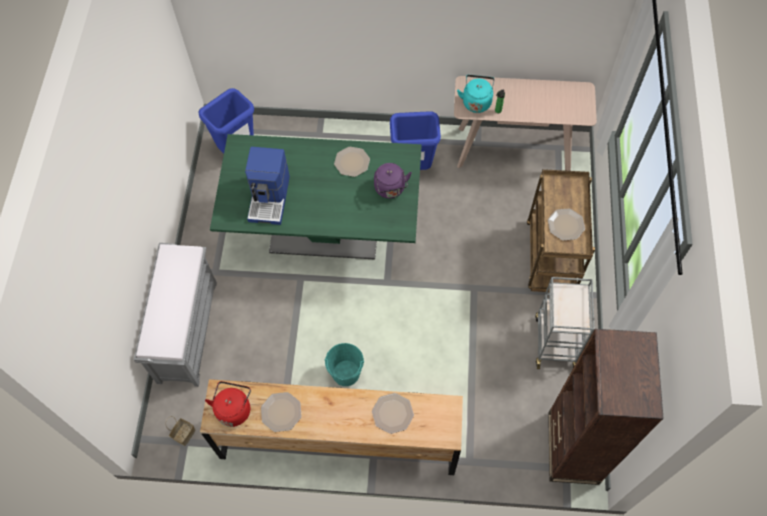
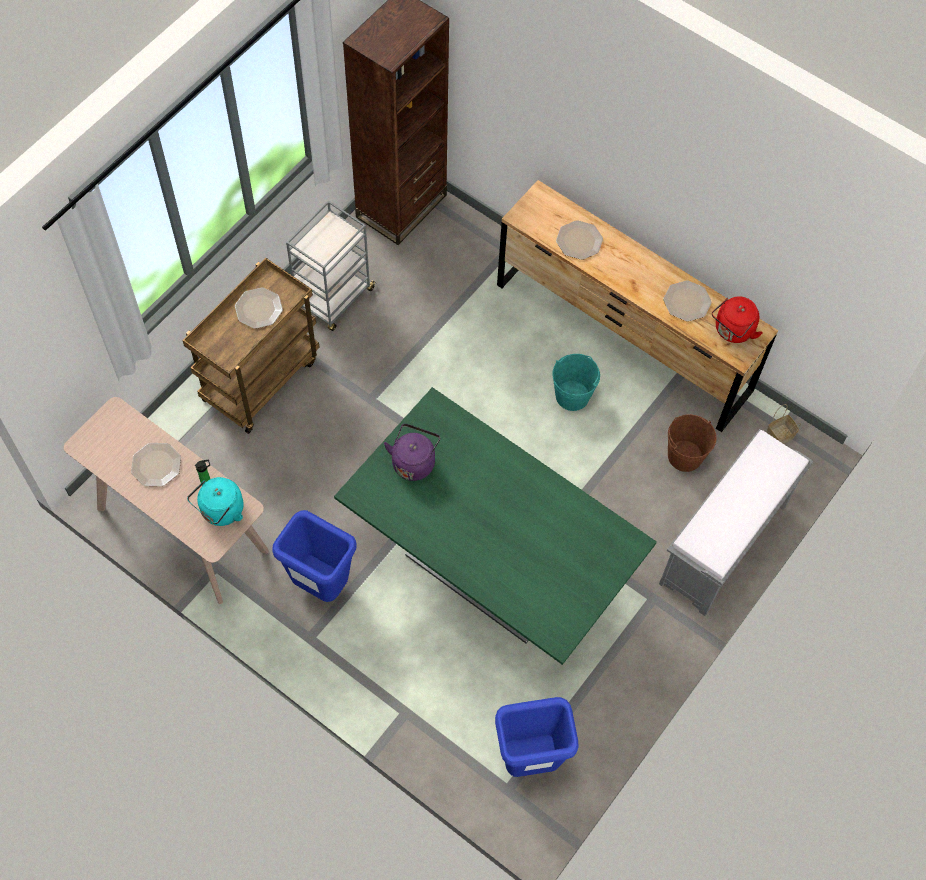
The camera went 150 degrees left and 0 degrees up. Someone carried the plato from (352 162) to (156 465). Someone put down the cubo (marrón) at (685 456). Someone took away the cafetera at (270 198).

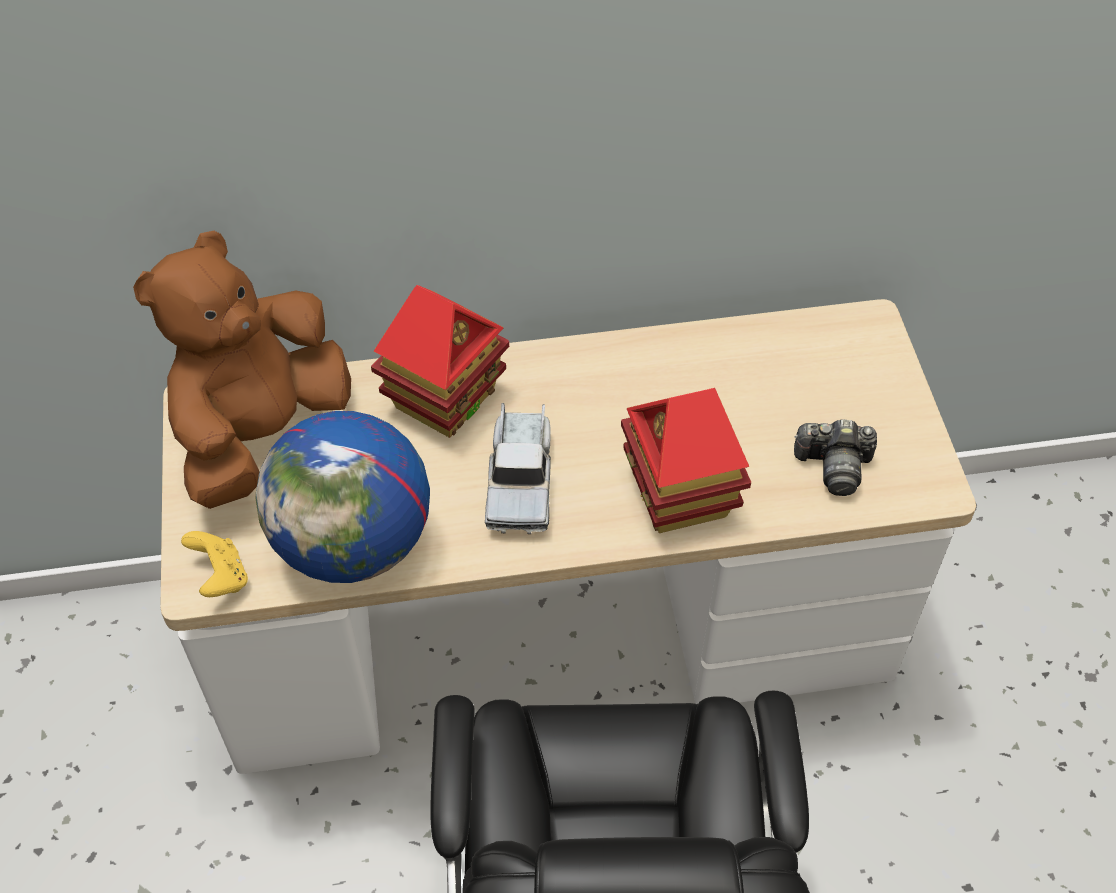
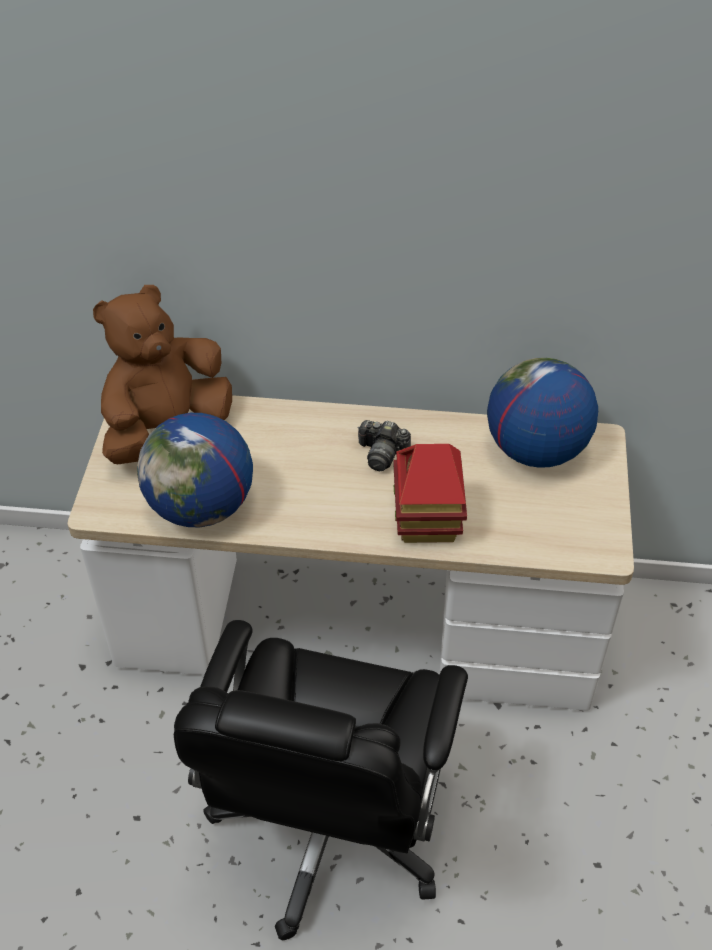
The camera went 15 degrees right and 5 degrees down. Someone carried the cámara from (833 467) to (382 454). Someone put down the globo terráqueo at (535 450). Someone took away the mando de consola (amarillo) at (221 577). Someone took away the casita at (445 398). Someone took away the camión de juguete at (520 480).

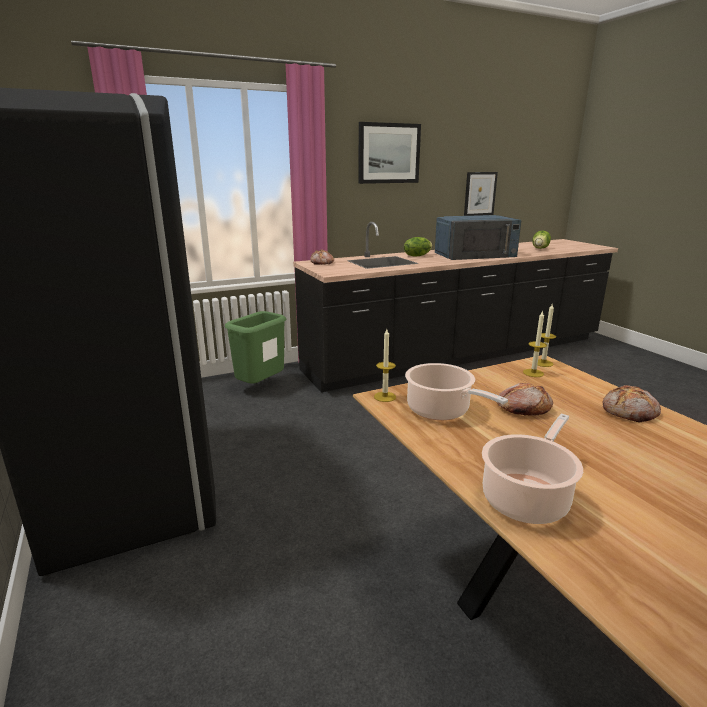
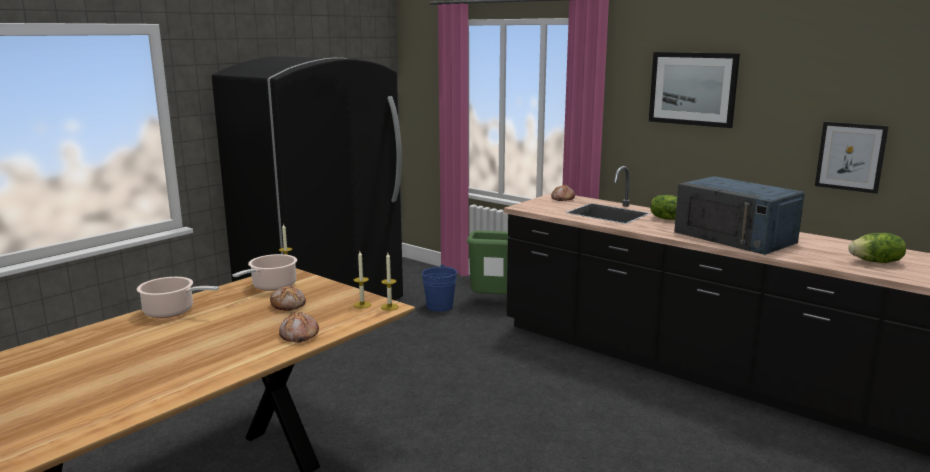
The camera went 65 degrees right and 5 degrees down. Someone put down the cubo (azul) at (439 306).

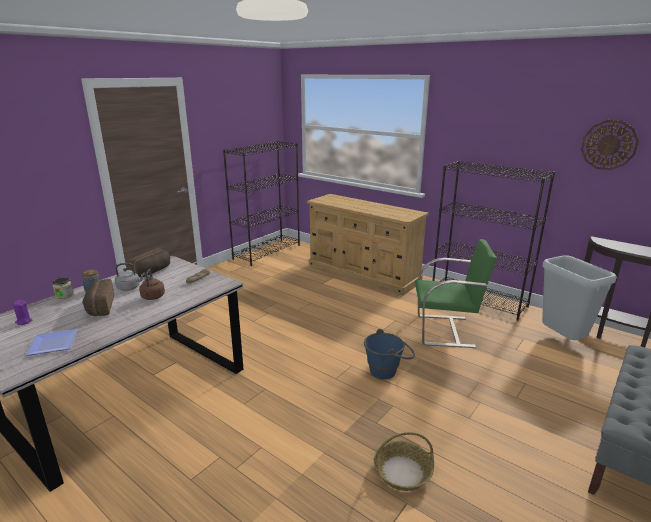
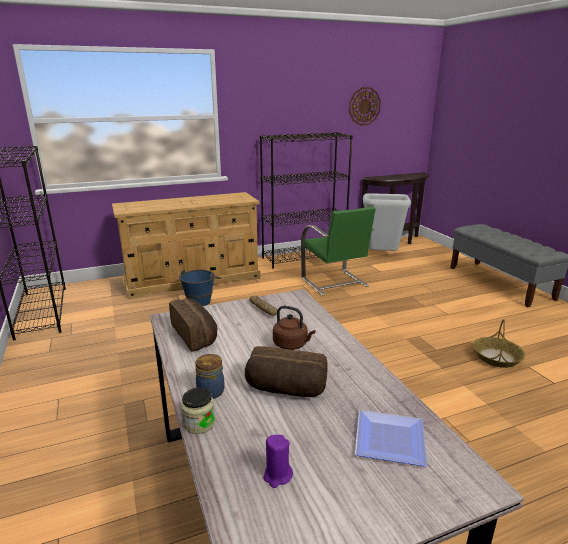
The camera went 60 degrees left and 0 degrees up. Someone carried the cubo (azul) from (388 370) to (201 299). Someone rotated the silla (verde) at (446 331) by 120 degrees clockwise. Someone took away the hervidor (gris) at (130 287).

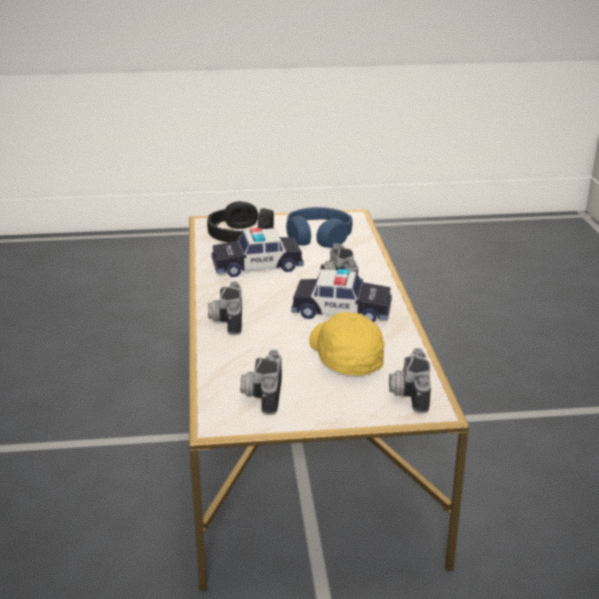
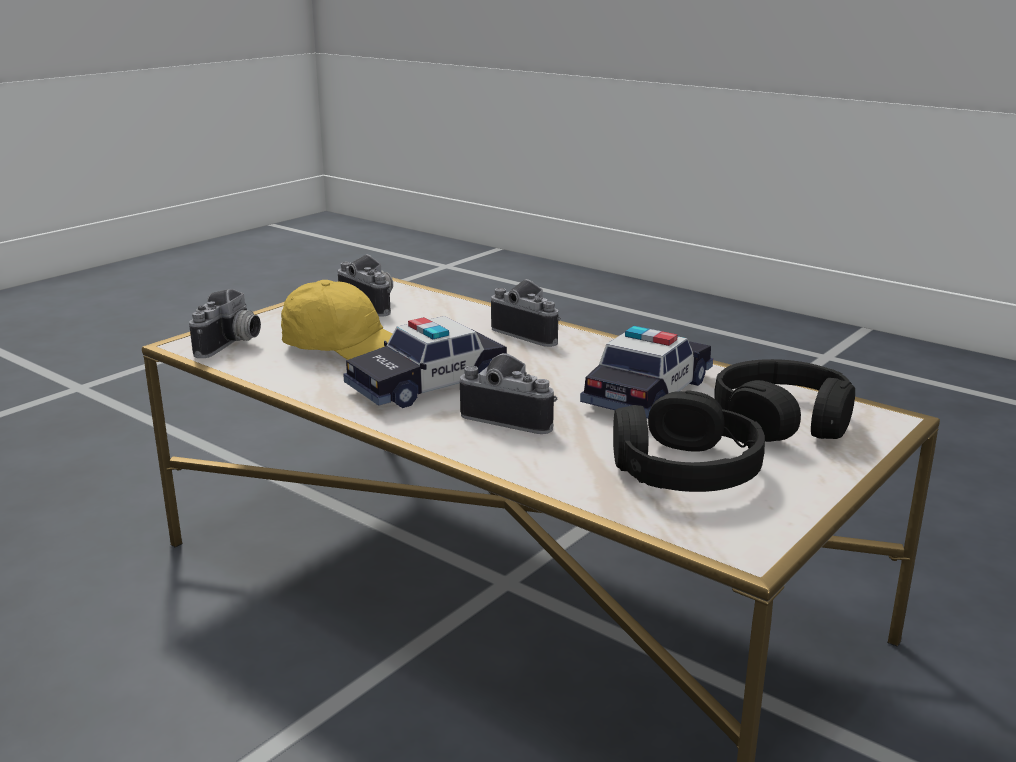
The camera went 135 degrees right and 5 degrees down. Someone rotated the cámara at (407 393) by 60 degrees clockwise. Someone repainted the auriculares (azul) at (318 237), which became the auriculares (negro) at (684 469).

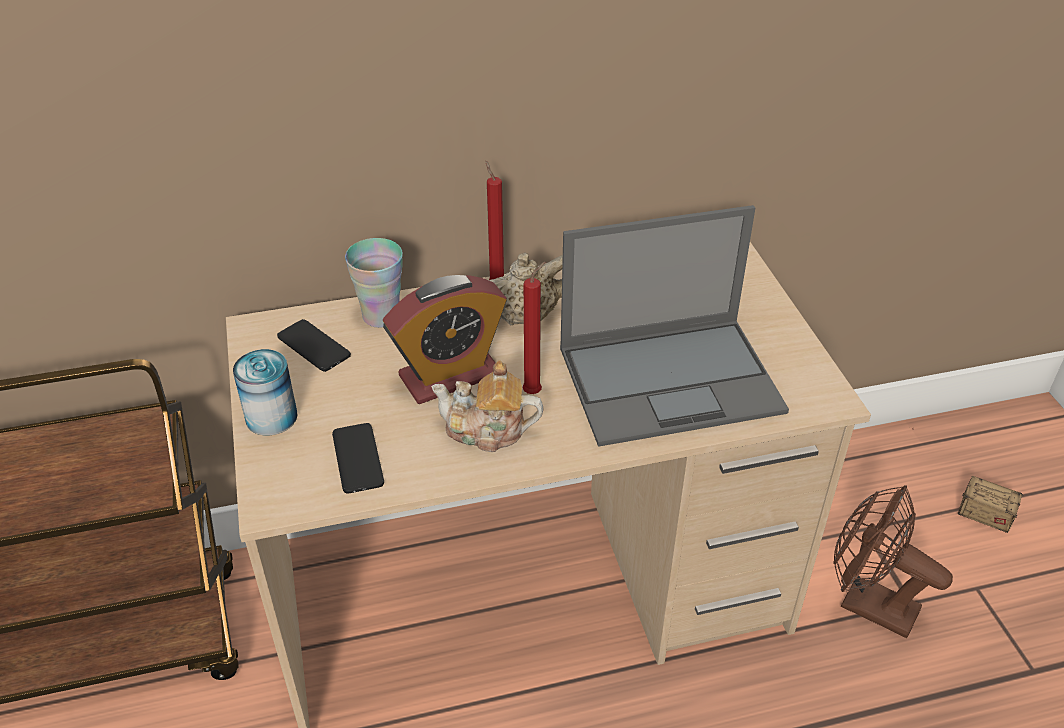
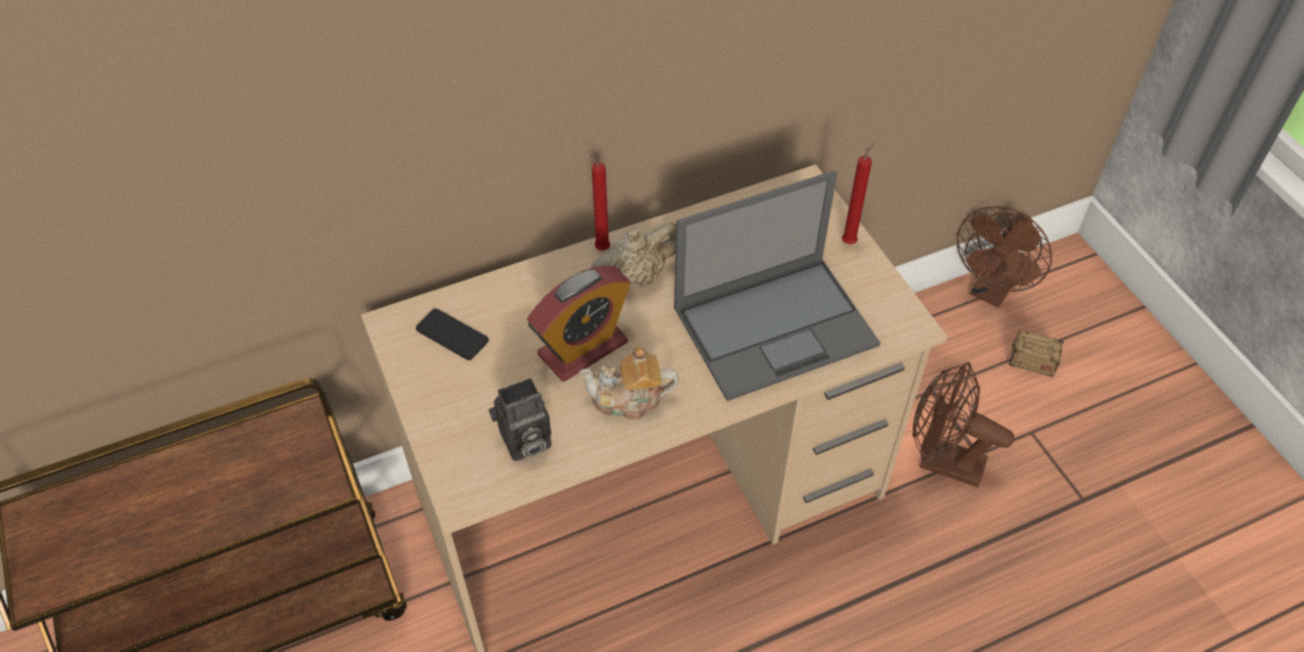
The camera went 10 degrees left and 10 degrees up. Someone swapped the móvil at (357 458) for the cámara at (524 443). Someone carried the vela (rojo) from (534 392) to (850 241). Someone put down the ventilador (marrón) at (991 291). Someone took away the lata at (271 417). Someone took away the taza at (381 316).

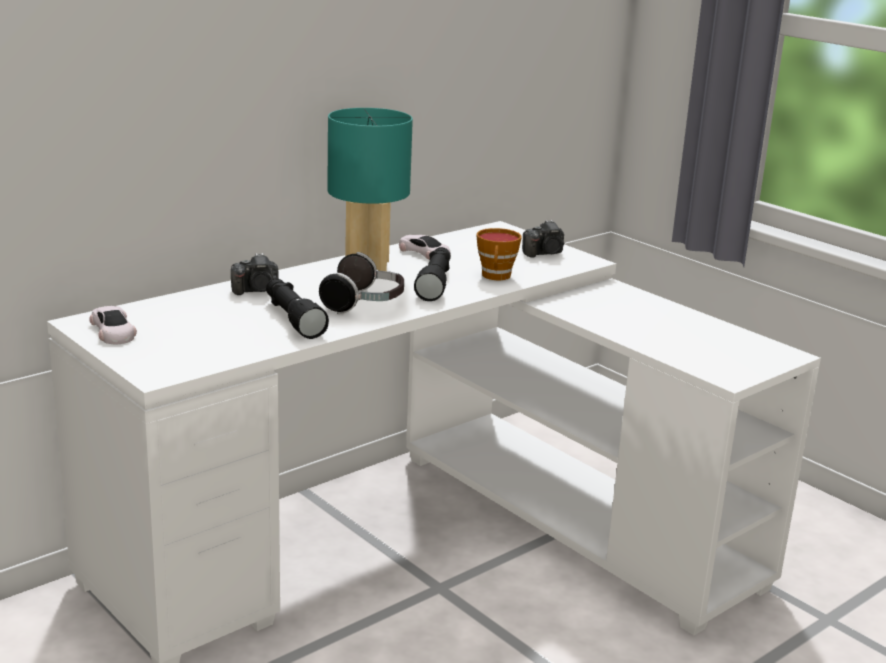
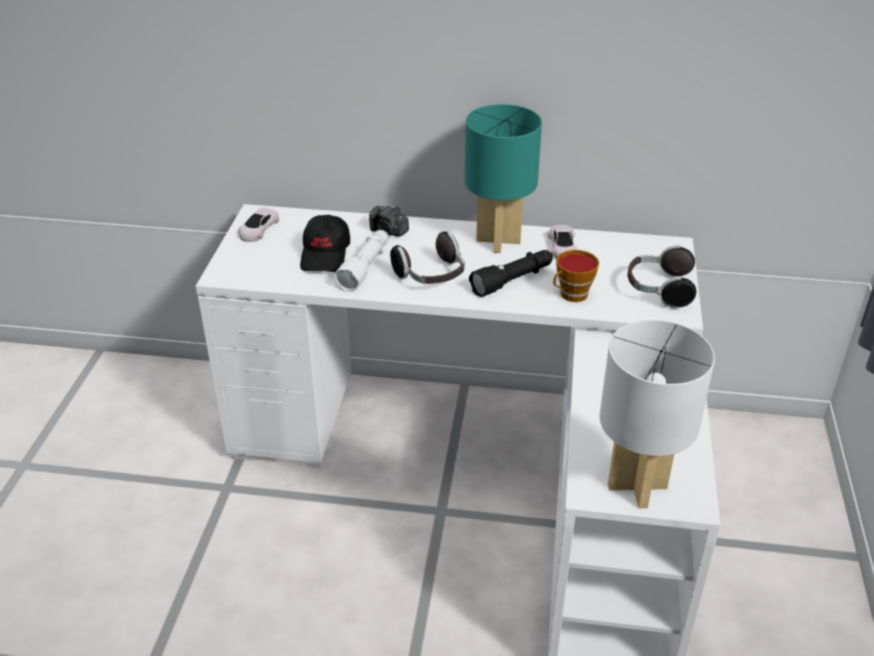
The camera went 50 degrees right and 15 degrees up. Someone put down the gorra (negro) at (326 255). Someone repainted the linterna (negro) at (292 318), which became the linterna (blanco) at (365 267). Someone put down the lámpara de mesa (blanco) at (638 487). Someone swapped the cámara at (544 253) for the auriculares at (658 289).

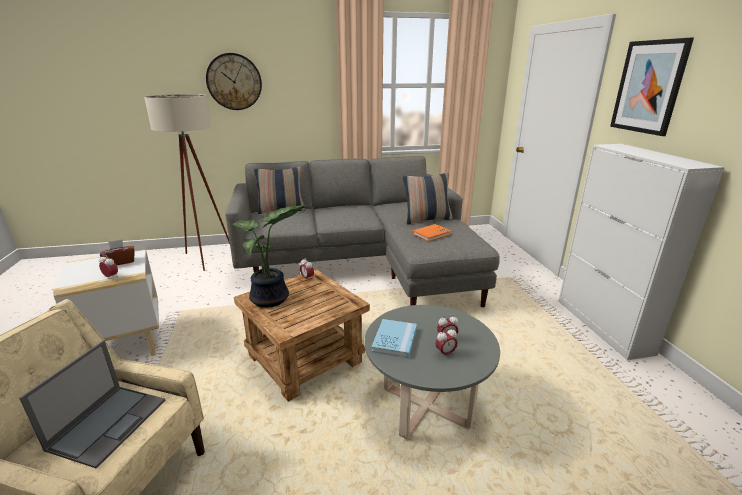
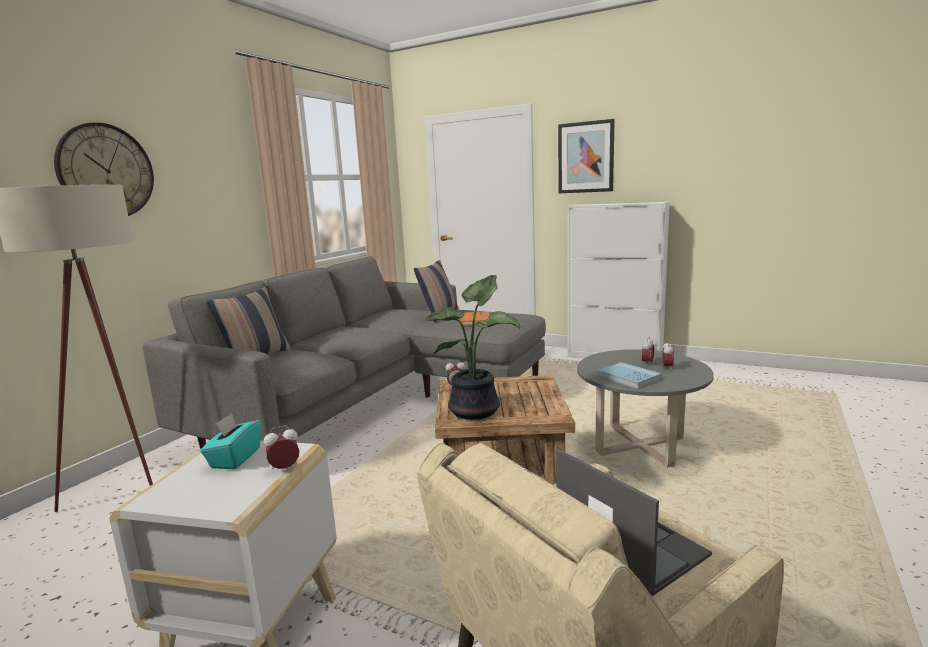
The camera went 50 degrees left and 10 degrees down. Someone repainted the caja de pañuelos (marrón) at (120 262), which became the caja de pañuelos (turquesa) at (235 458).

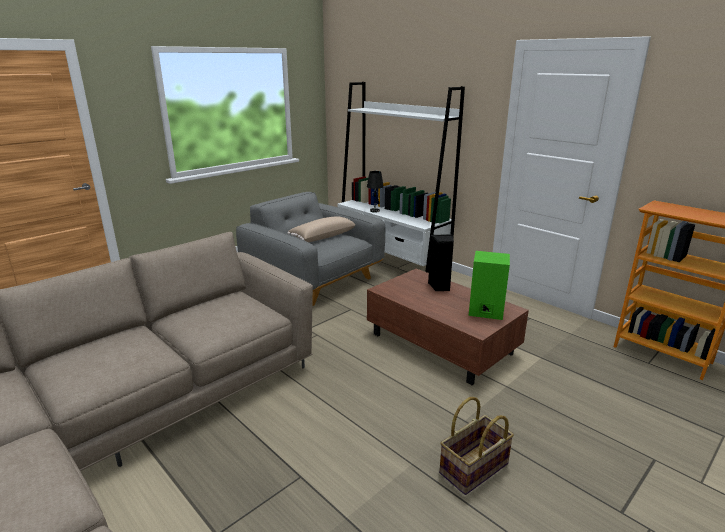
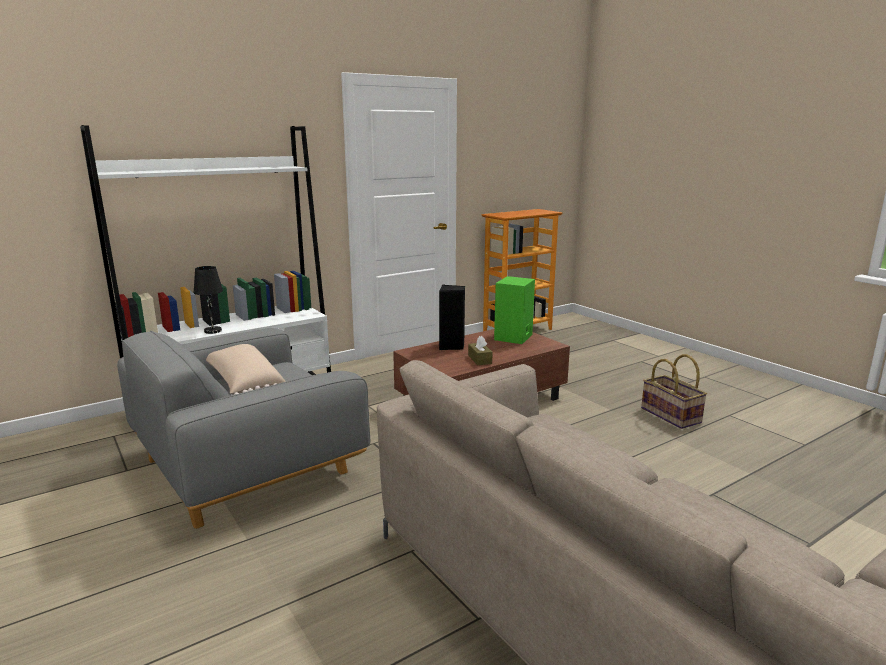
The camera went 80 degrees left and 5 degrees down. Someone put down the caja de pañuelos (marrón) at (480 359).

